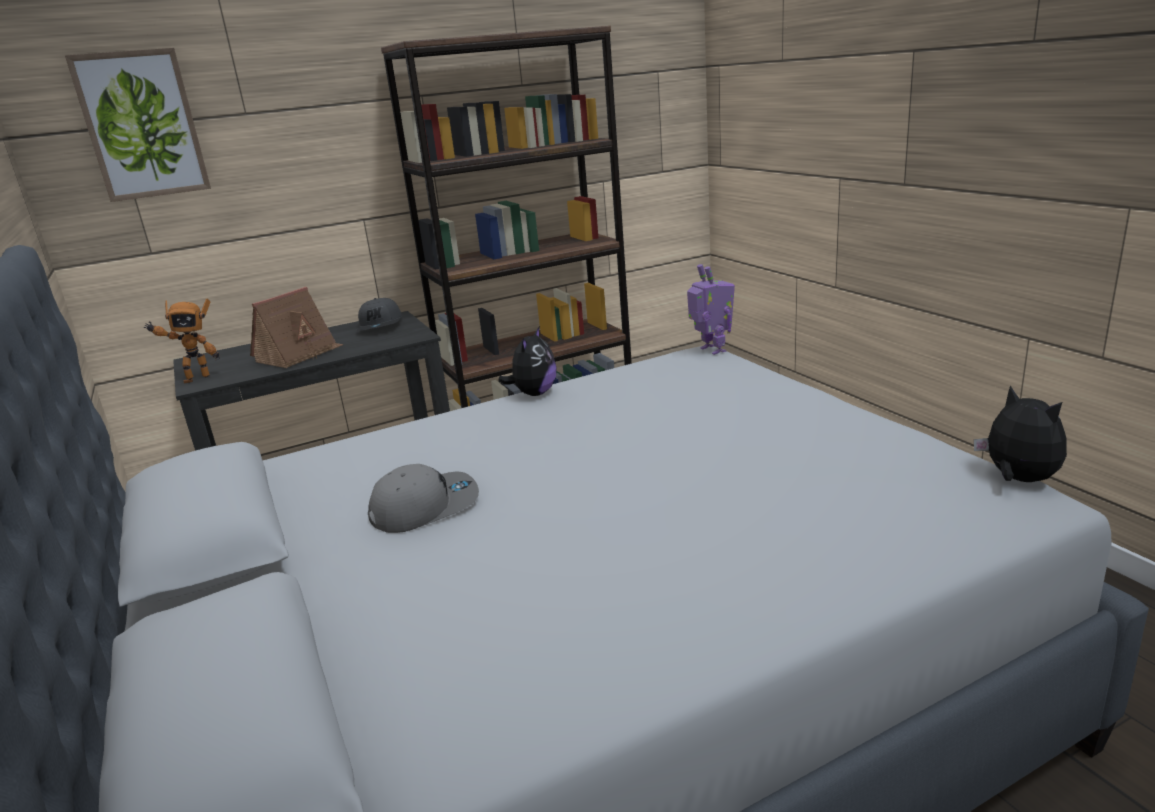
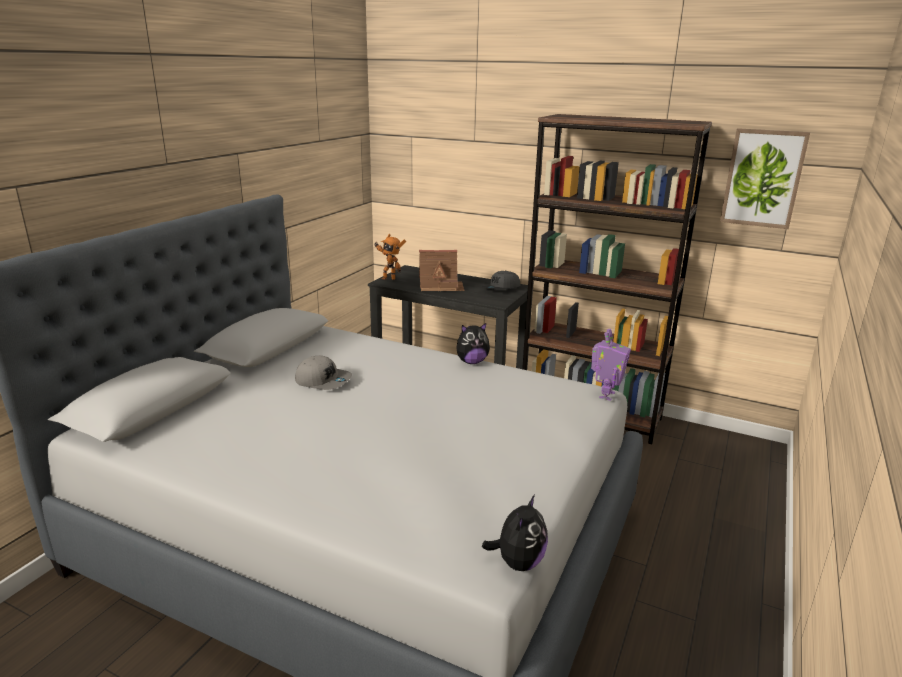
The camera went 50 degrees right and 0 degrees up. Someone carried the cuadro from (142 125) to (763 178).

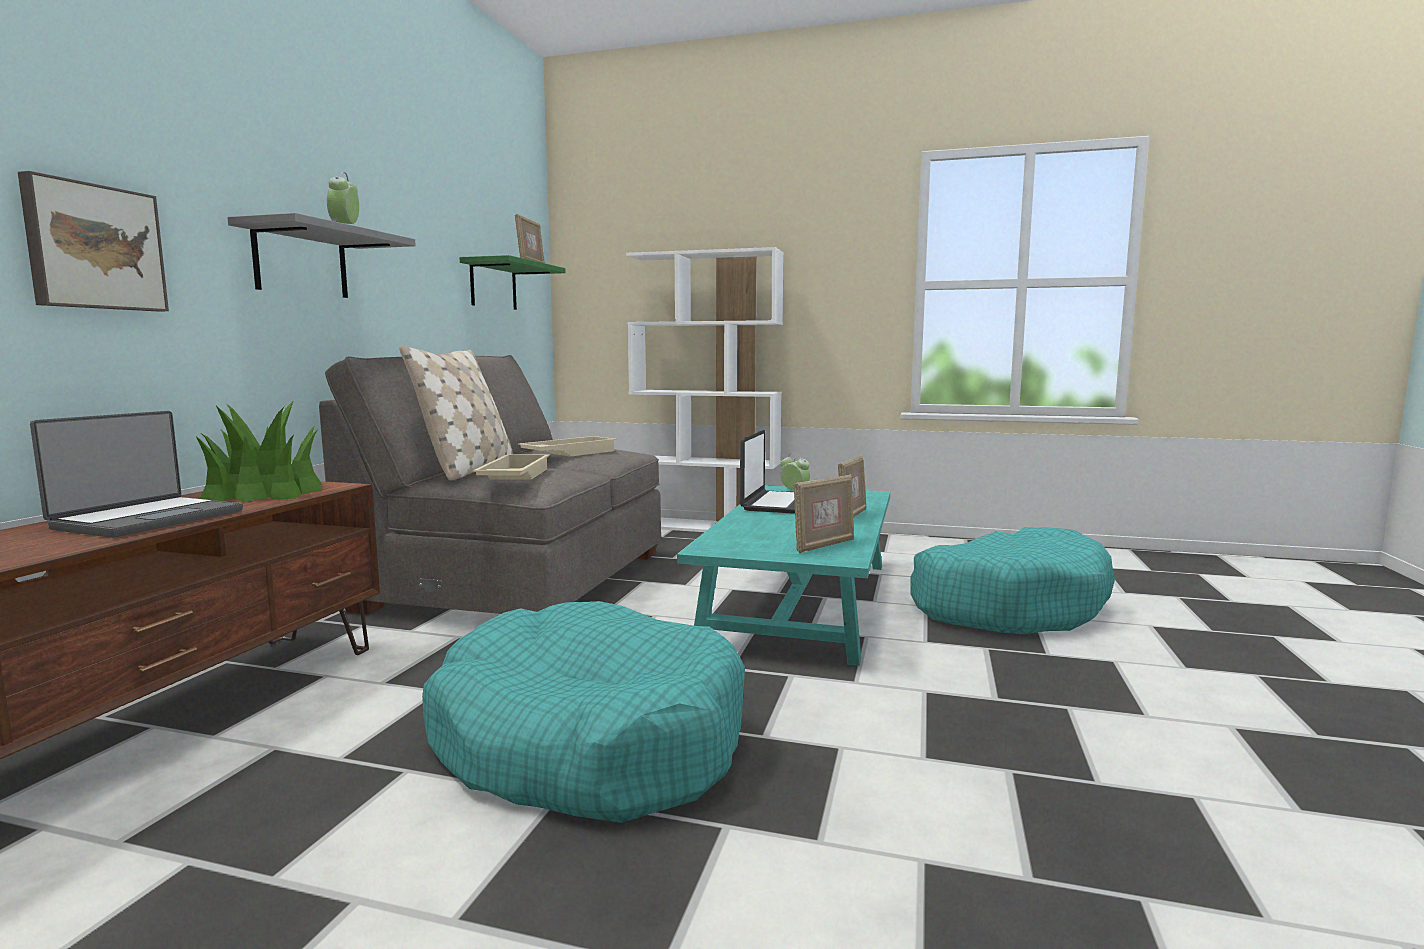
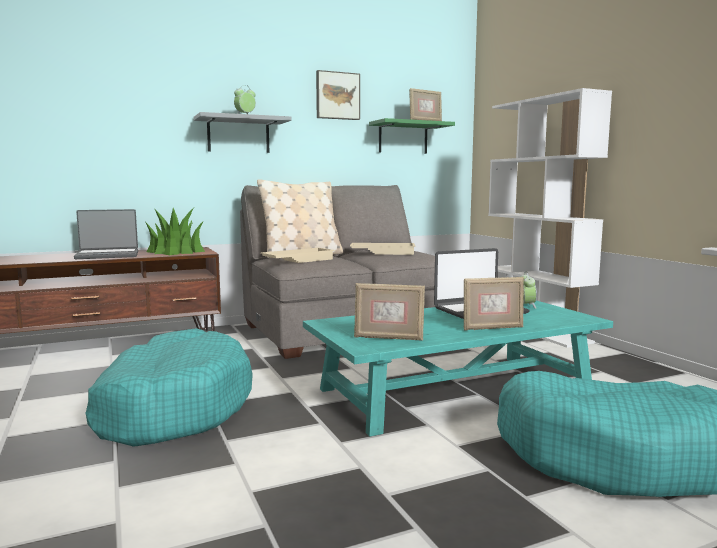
The camera went 50 degrees right and 0 degrees up. Someone carried the cuadro from (94 247) to (337 96).

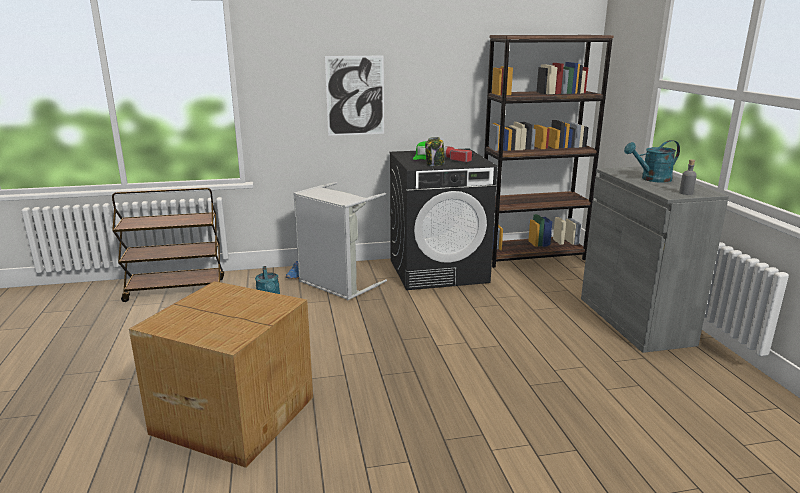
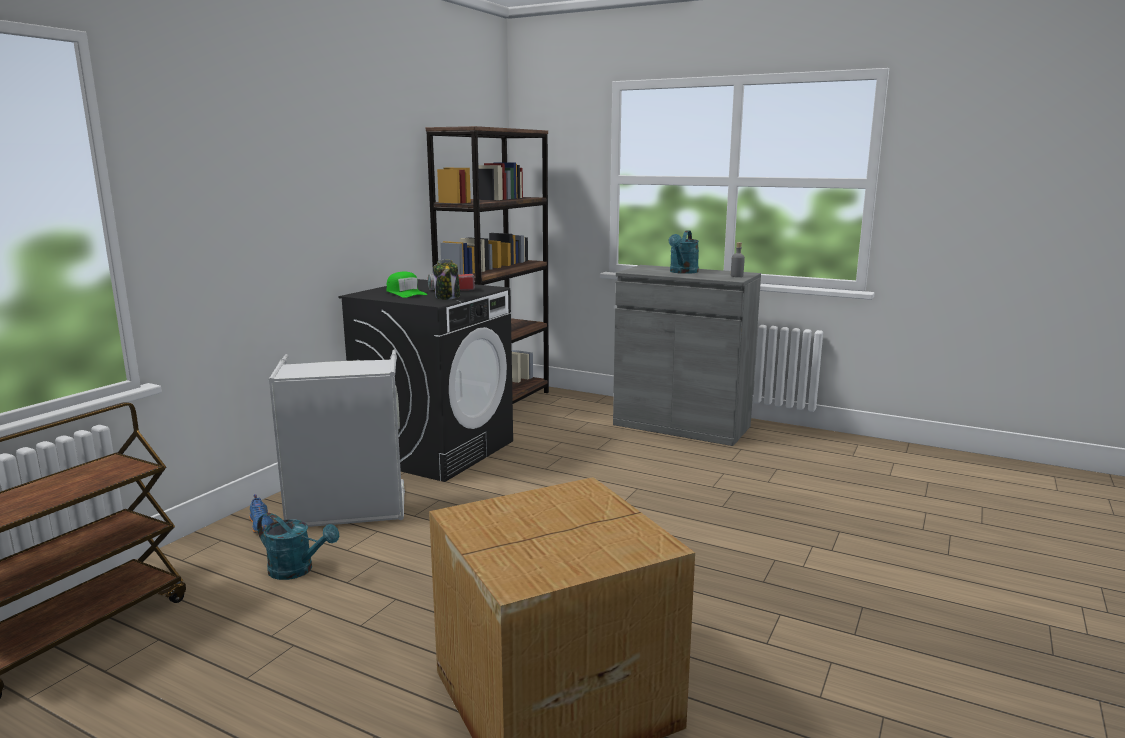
The camera went 50 degrees left and 5 degrees down. Someone took away the cuadro at (355 96).

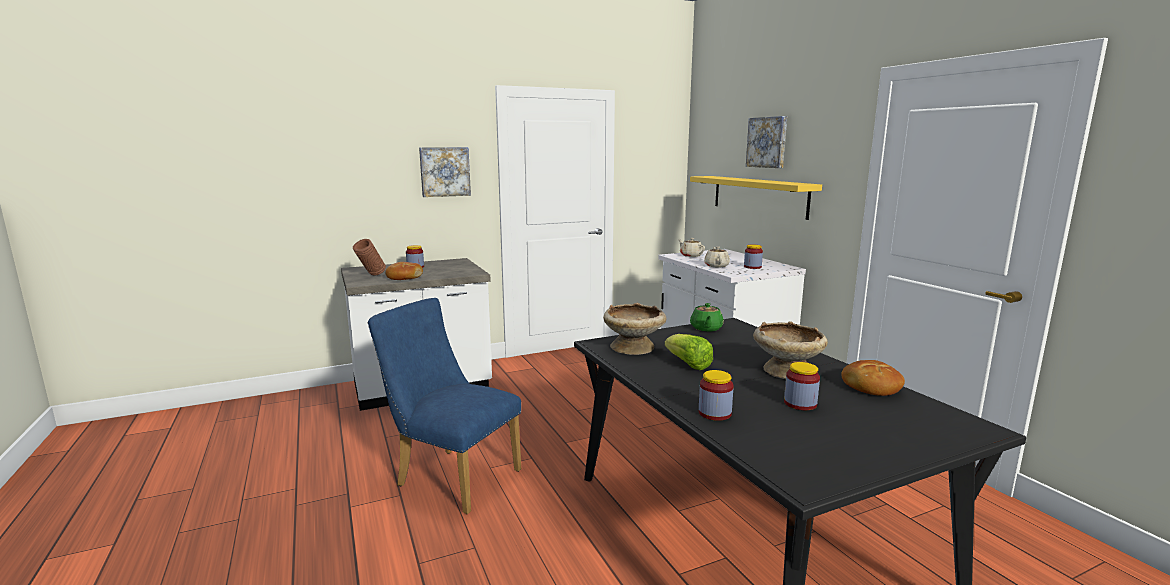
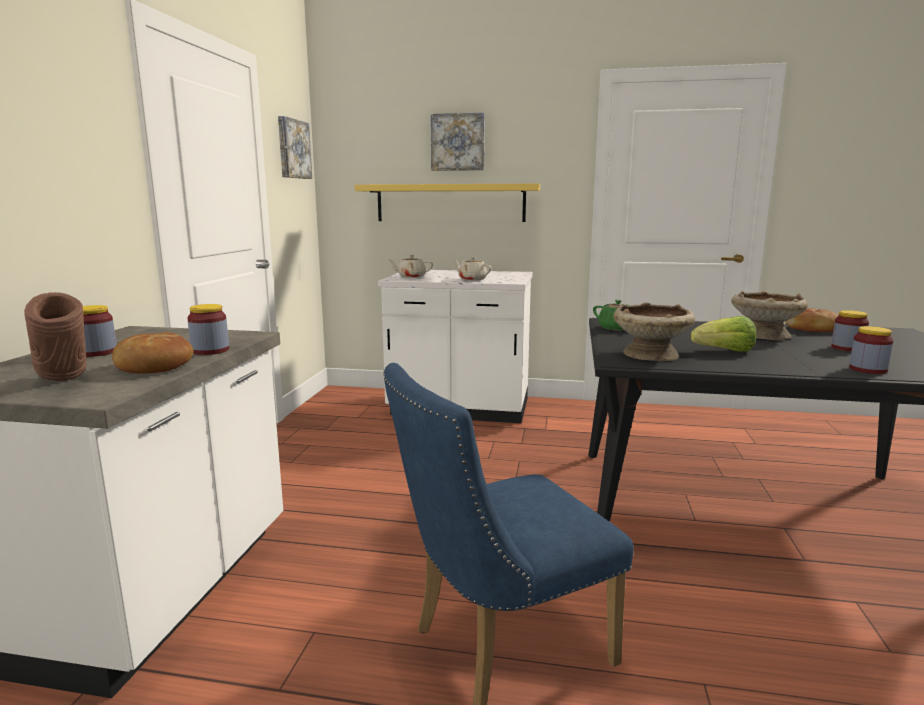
The camera went 55 degrees left and 0 degrees up. Someone carried the tarro from (752 267) to (210 350). Someone carried the cuadro from (444 171) to (292 149).

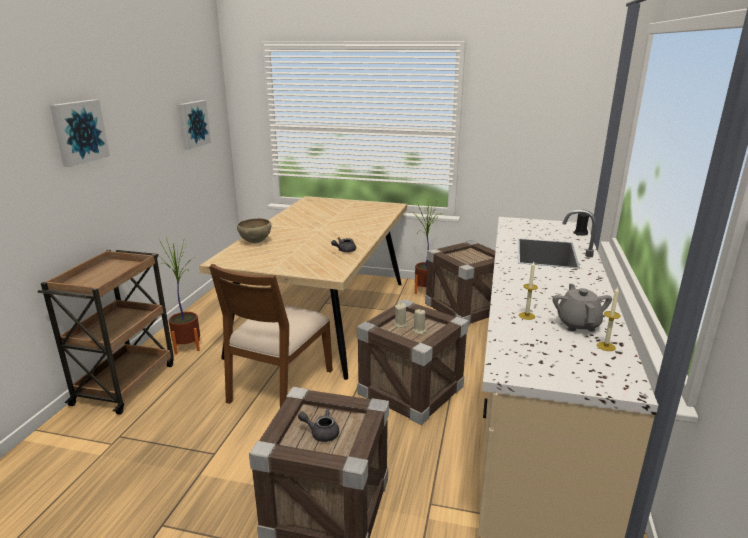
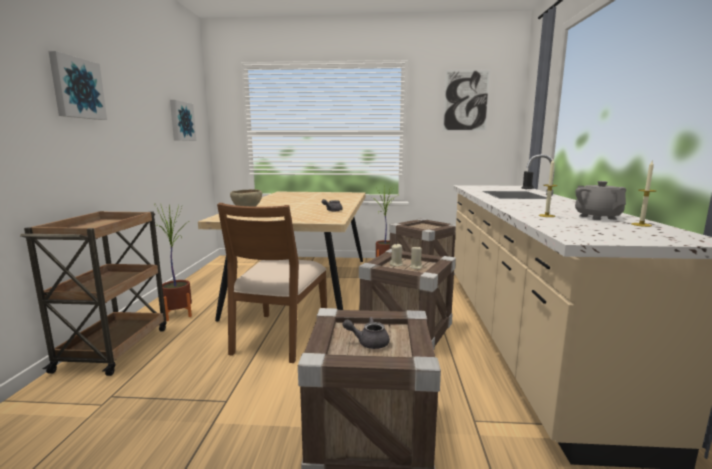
The camera went 10 degrees left and 10 degrees down. Someone put up the cuadro at (465 100).

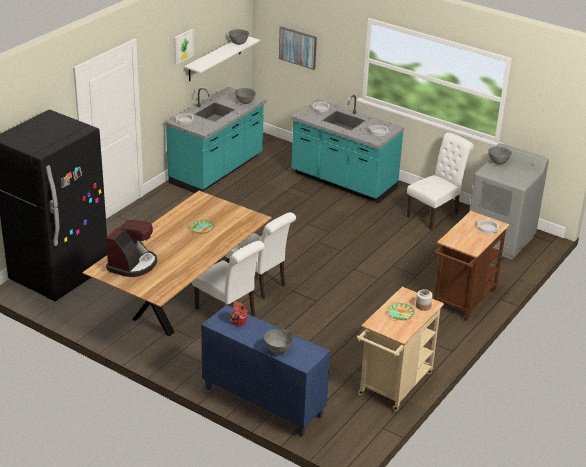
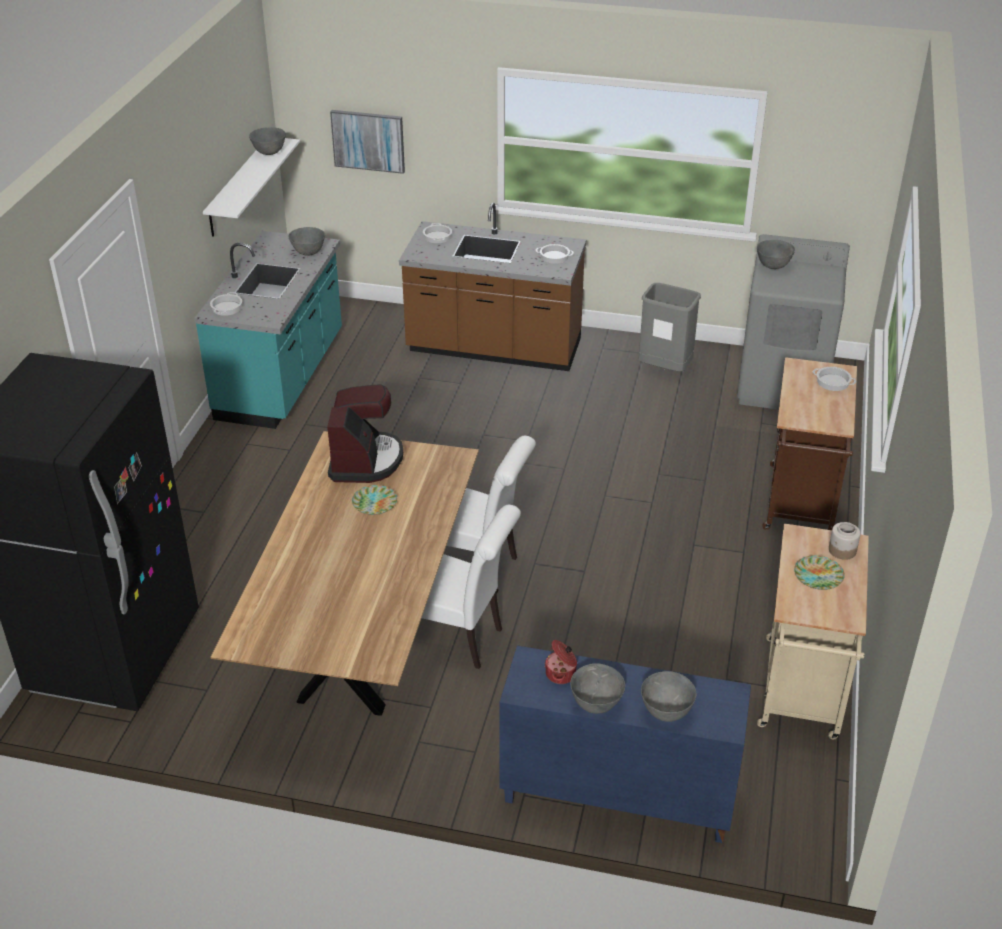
The camera went 20 degrees left and 5 degrees up. Someone carried the cafetera from (133 264) to (365 460). Someone repainted the mueble bajo de cocina (turquesa) at (343 181), which became the mueble bajo de cocina (marrón) at (494 348). Someone put down the cuenco (gris) at (595 704). Someone swapped the silla (blanco) at (435 214) for the papelera (gris) at (665 369). Someone took away the cuadro at (183 46).

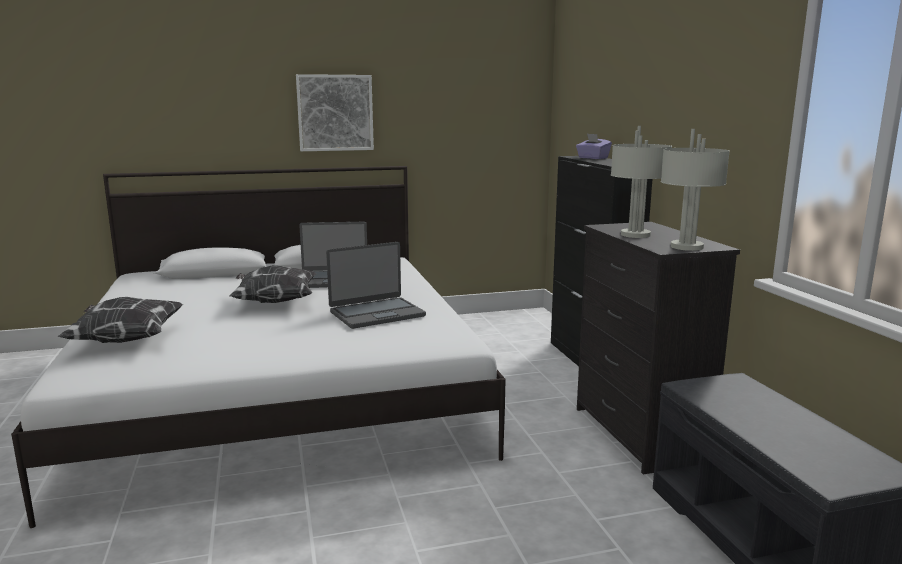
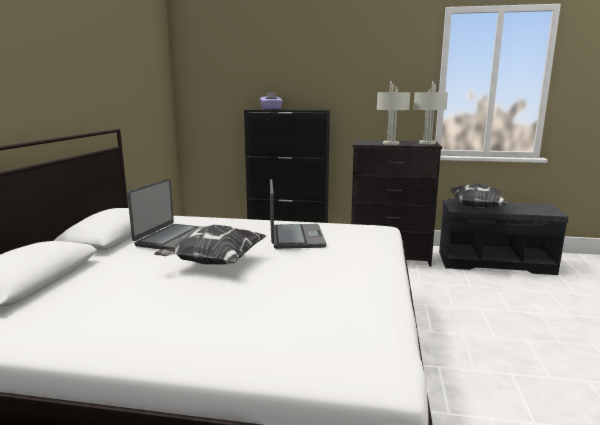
The camera went 65 degrees left and 0 degrees up. Someone carried the cojín from (125 340) to (474 208). Someone took away the cuadro at (335 113).

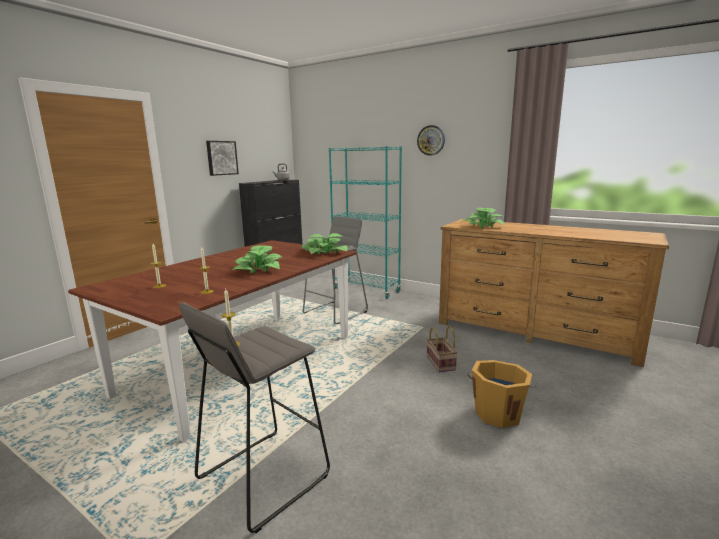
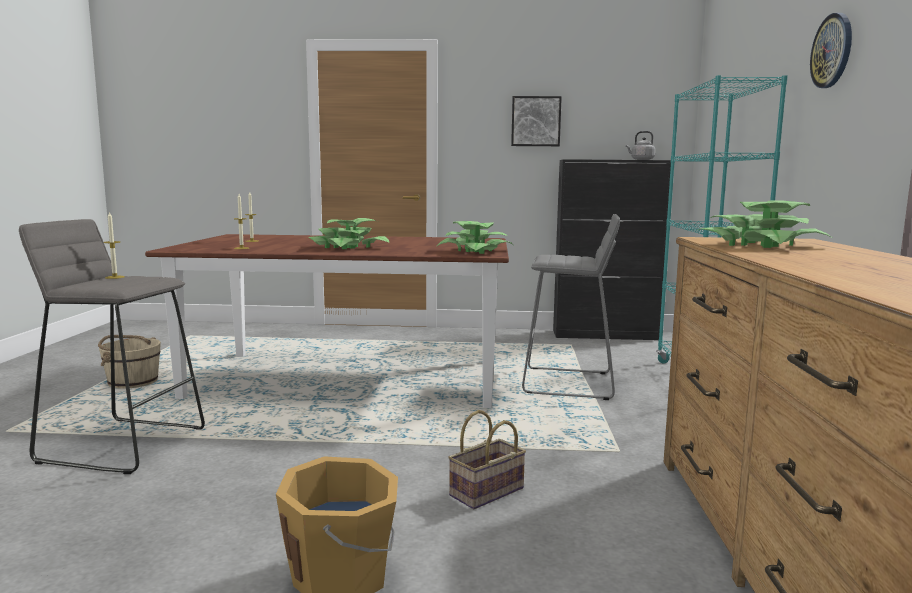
The camera went 60 degrees right and 5 degrees down. Someone put down the cubo (beis) at (132 382).

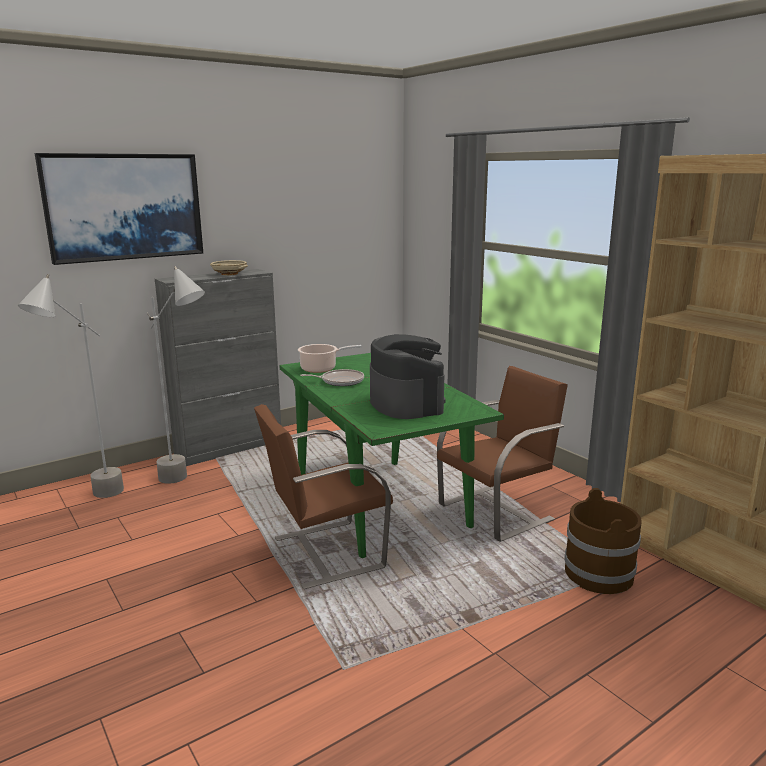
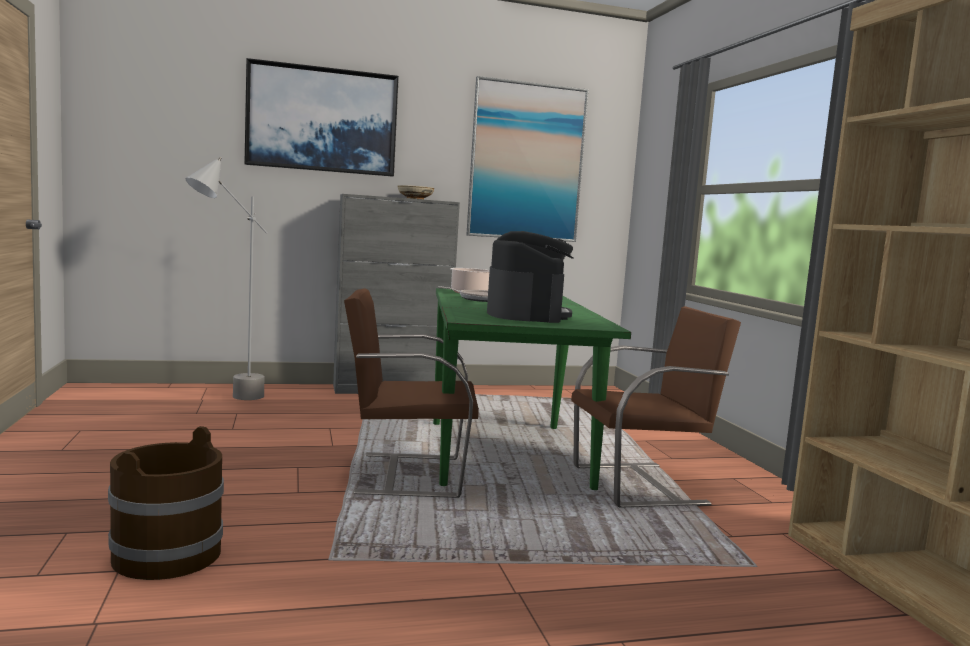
The camera went 20 degrees right and 10 degrees down. Someone carried the cubo (marrón) from (599 574) to (167 555). Someone put up the cuadro at (526 162). Someone took away the lámpara de pie (gris) at (189 482).

